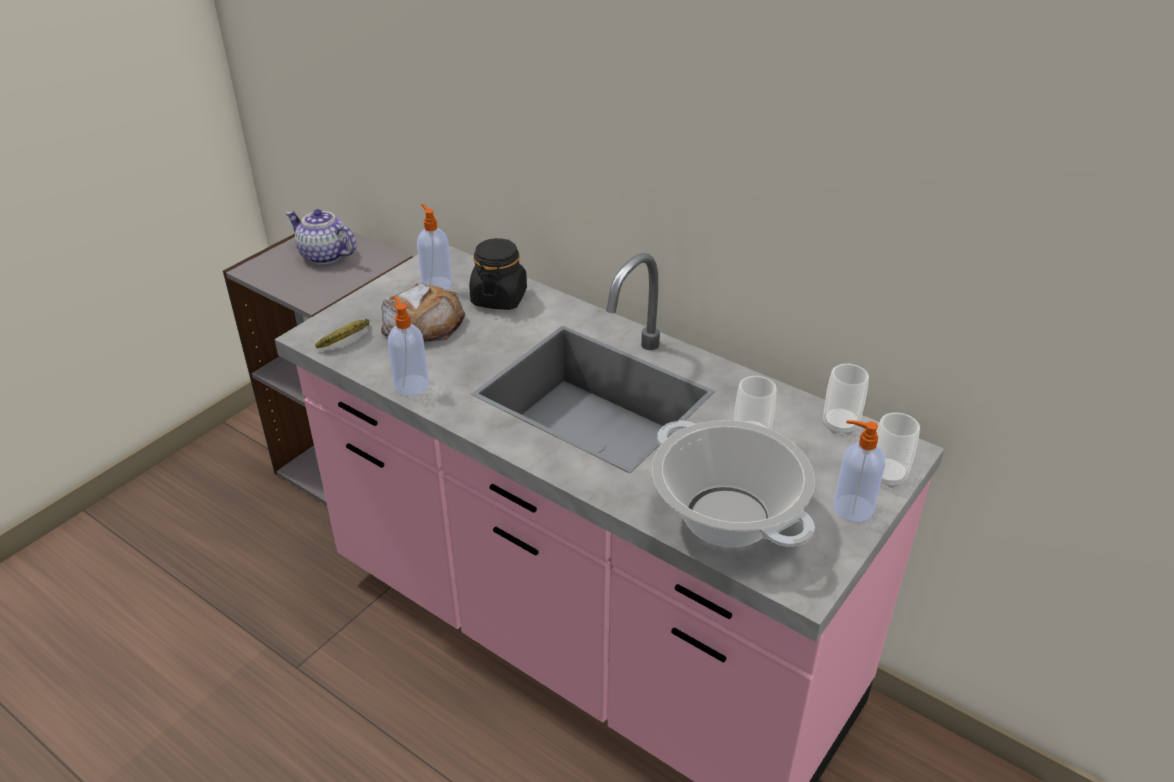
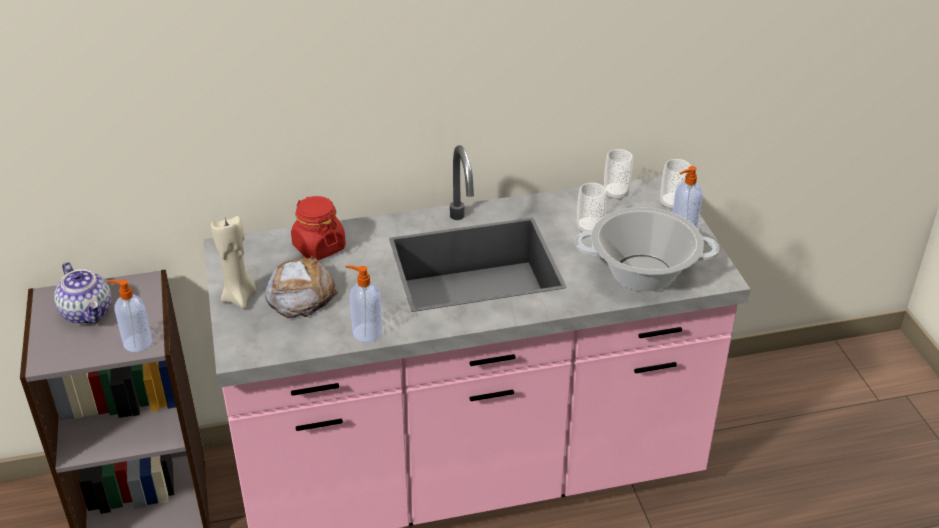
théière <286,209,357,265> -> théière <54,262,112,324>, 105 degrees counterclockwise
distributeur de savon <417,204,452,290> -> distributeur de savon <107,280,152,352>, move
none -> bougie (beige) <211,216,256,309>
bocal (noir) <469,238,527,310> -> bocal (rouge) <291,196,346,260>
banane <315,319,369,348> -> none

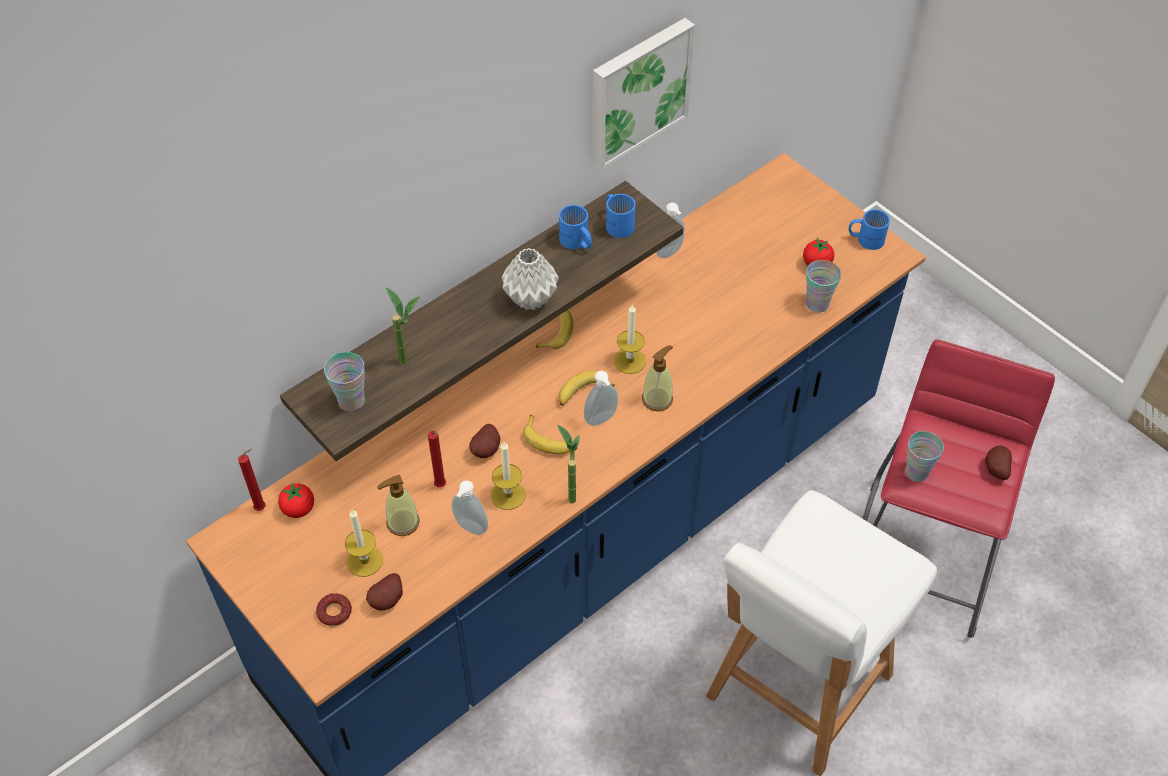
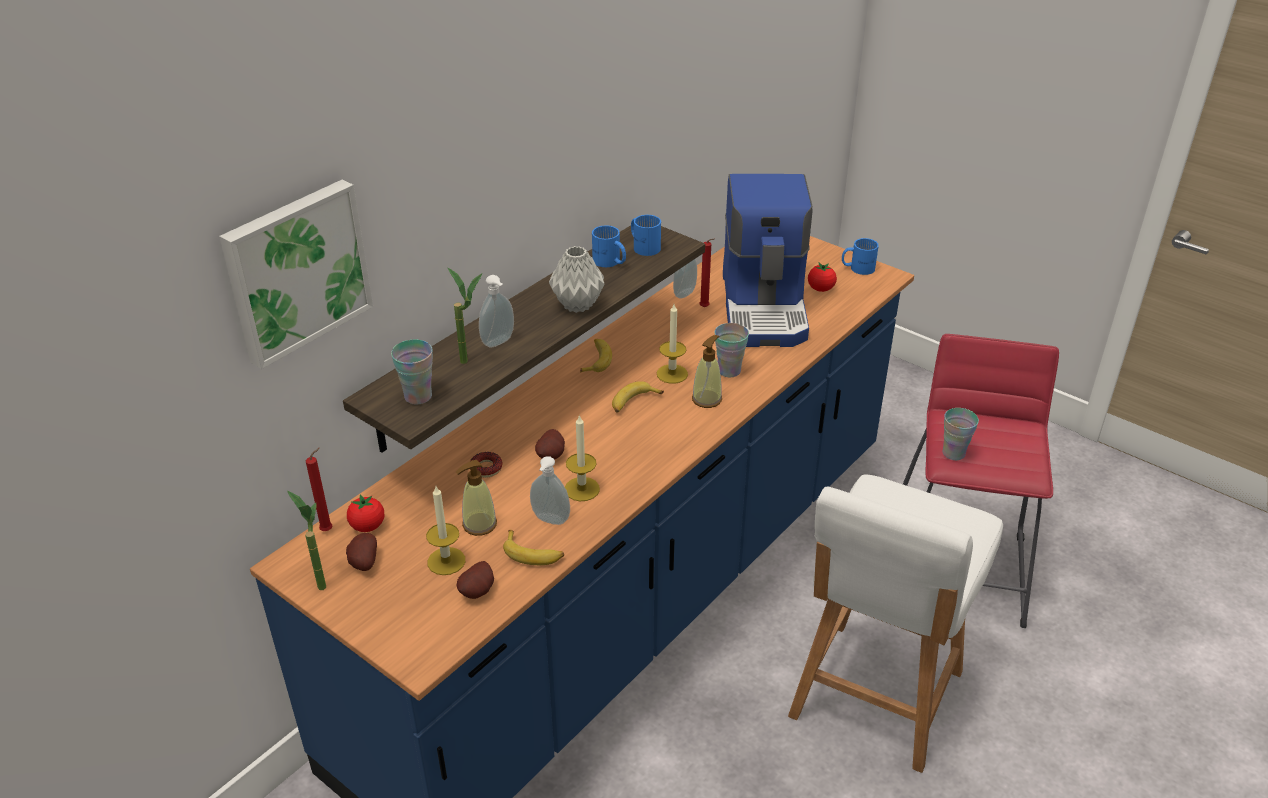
tableau <592,18,695,170> -> tableau <219,180,373,369>, move
plante en pot <557,425,580,503> -> plante en pot <287,491,326,590>, move
pomme de terre <985,446,1012,480> -> pomme de terre <346,533,377,571>, move
beignet <316,593,352,626> -> beignet <470,452,503,478>, move
distributeur de savon <584,371,618,426> -> distributeur de savon <479,275,514,348>, move
banane <523,415,570,454> -> banane <503,530,564,565>, move
bougie (rouge) <428,431,446,488> -> bougie (rouge) <700,239,714,307>, move
tasse <806,260,841,312> -> tasse <715,323,749,377>, move
none -> machine à café <723,174,813,347>

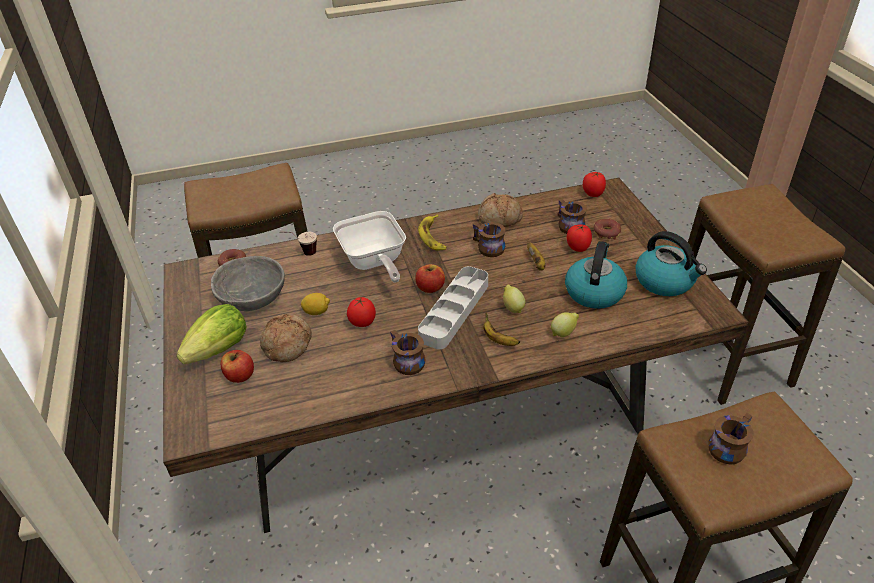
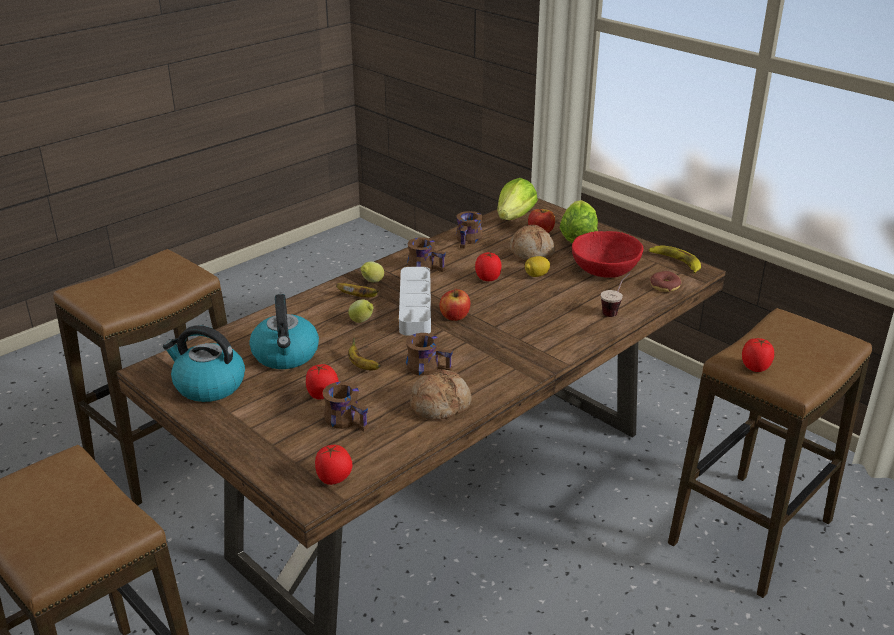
citron <551,312,579,337> -> citron <361,261,384,282>, move
mug (marron) <708,413,754,465> -> mug (marron) <456,211,483,249>, move
none -> laitue <497,178,538,220>
bol (gris) <211,256,285,311> -> bol (rouge) <572,231,644,278>
banane <418,215,447,250> -> banane <649,245,701,274>, move
none -> tomate <742,338,774,372>
poêle <333,211,406,283> -> none
beignet <594,219,621,240> -> none

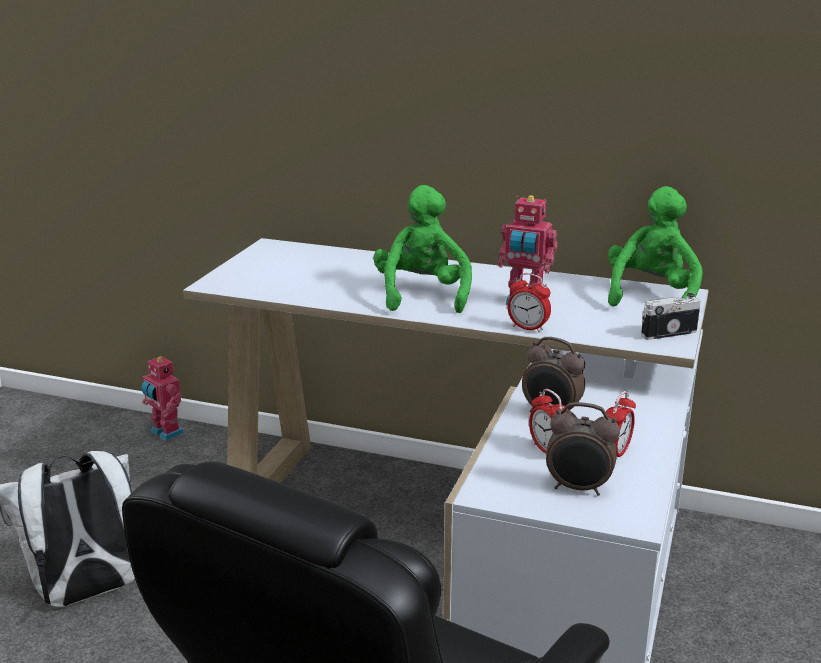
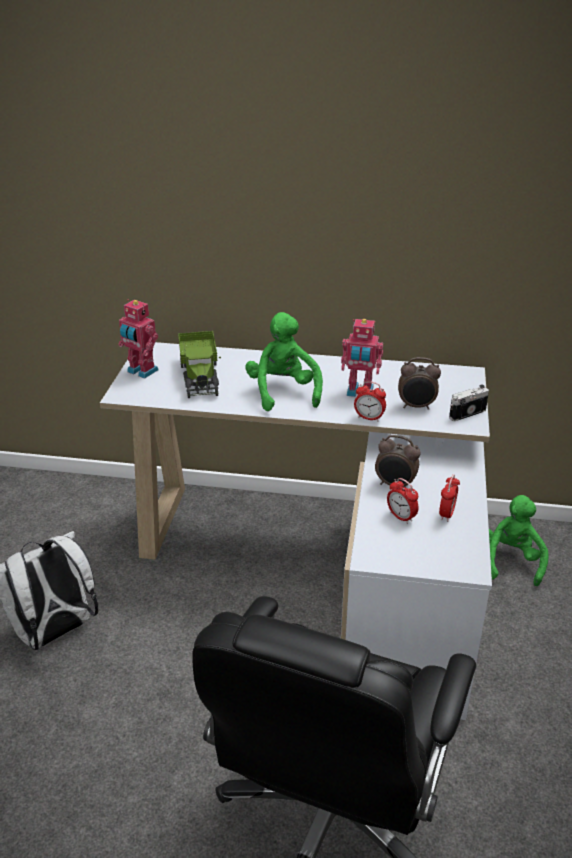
robot jouet <141,355,184,441> -> robot jouet <118,299,158,379>, move
none -> camion jouet <178,331,221,398>
réveil <546,402,620,496> -> réveil <398,357,441,410>, move
peluche (vert) <608,186,703,306> -> peluche (vert) <489,495,549,586>, move

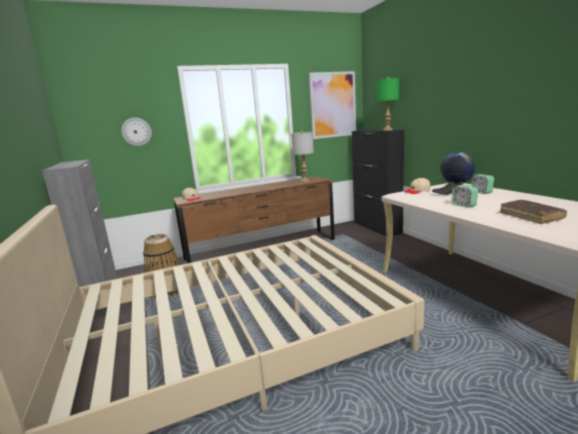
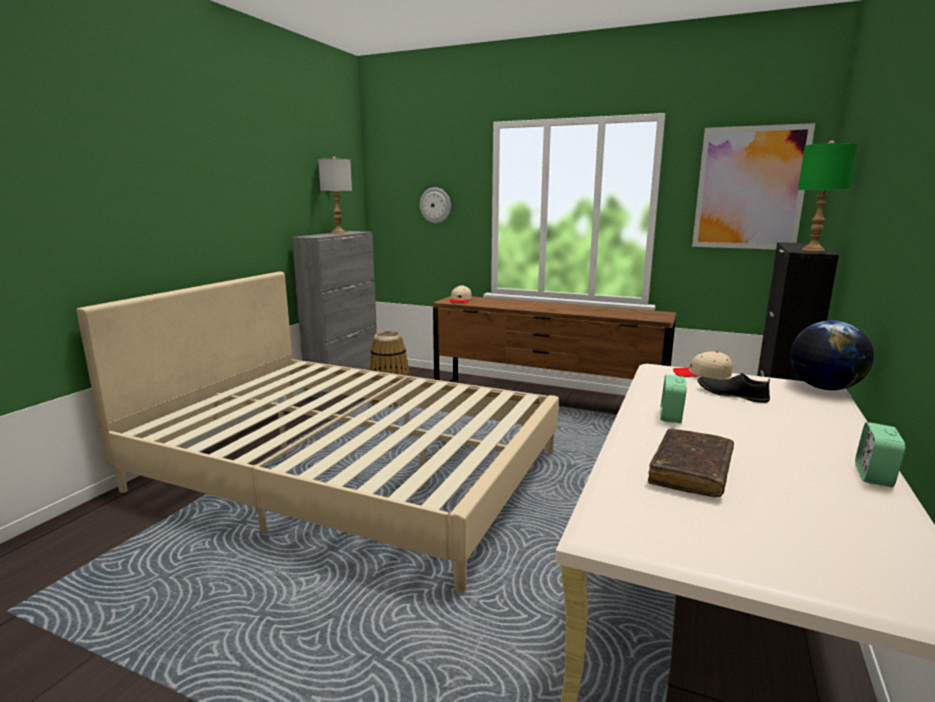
lampe de table (gris) <291,131,314,182> -> lampe de table (gris) <318,157,352,234>, move
réveil <471,174,494,194> -> réveil <855,422,905,487>, move

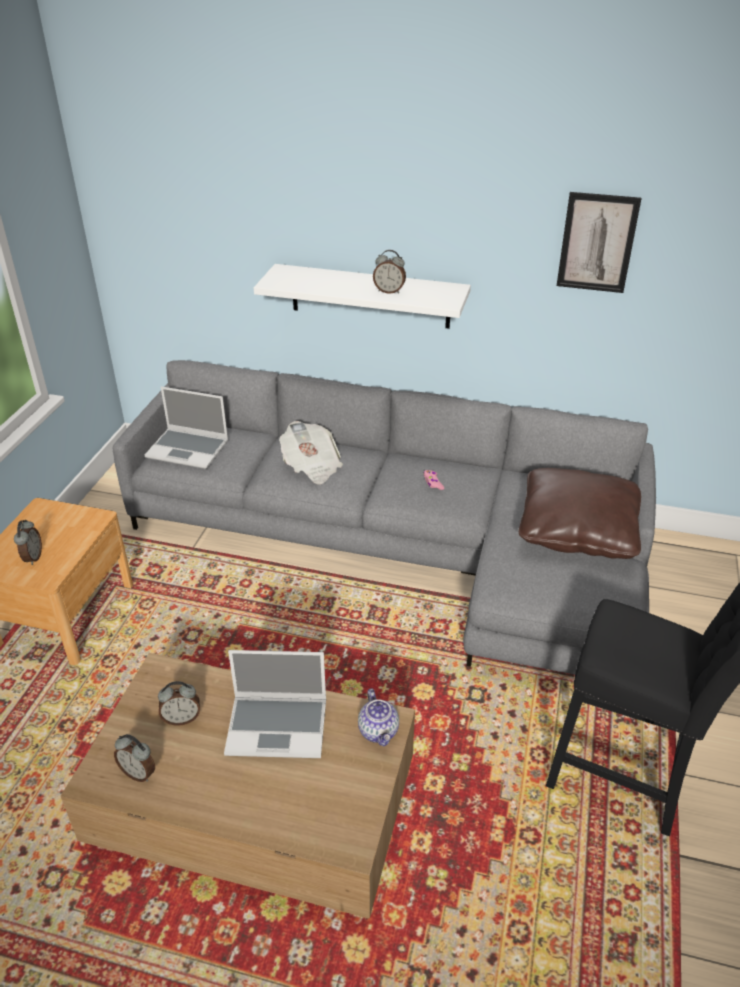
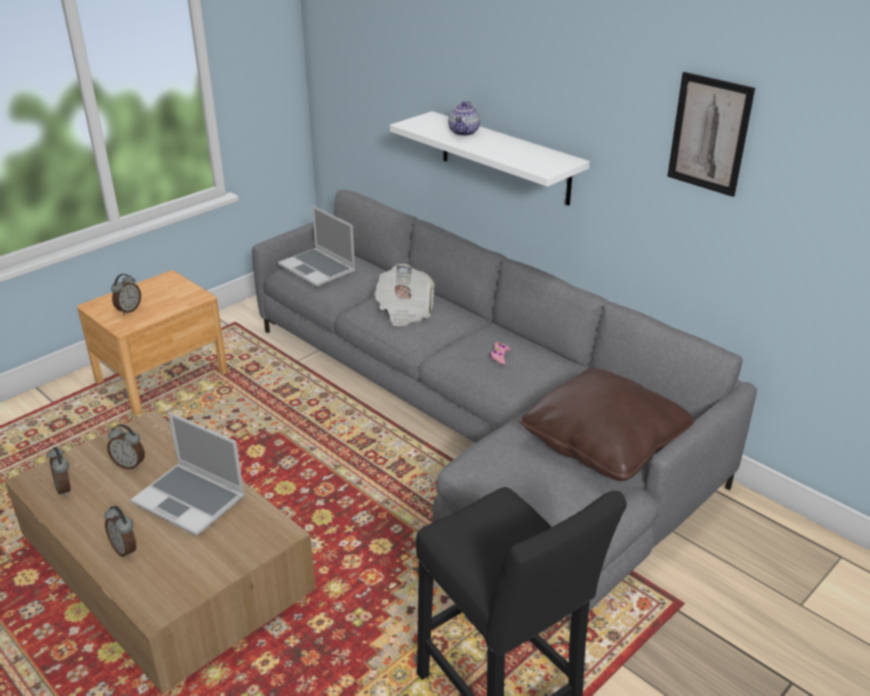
réveil <373,250,406,294> -> réveil <104,506,136,558>, move
théière <358,688,399,746> -> théière <448,101,480,136>, move

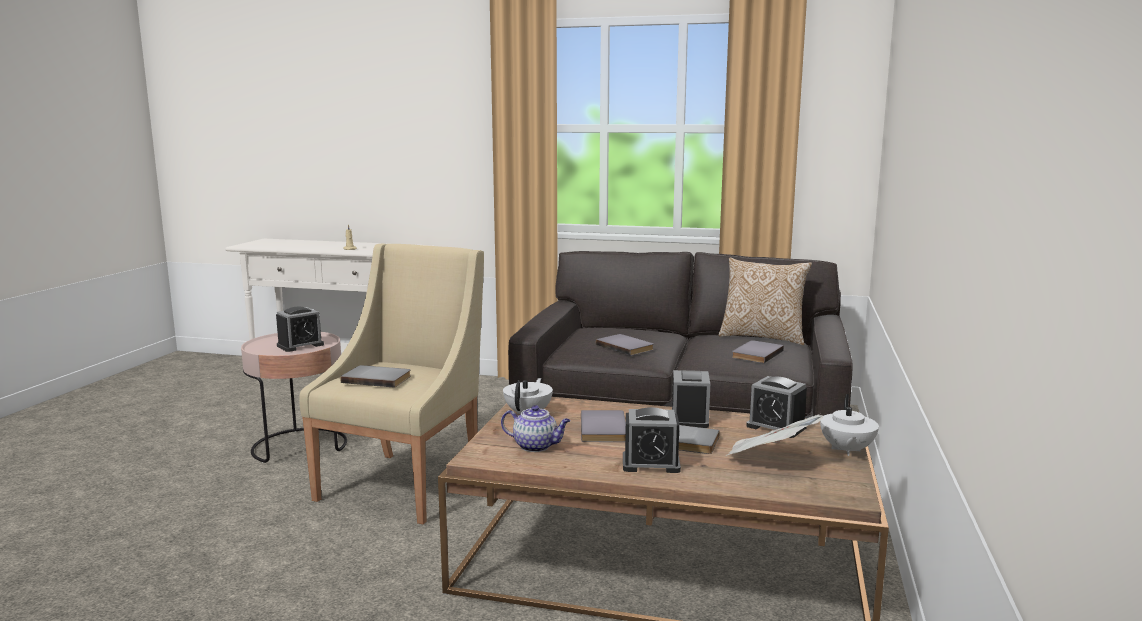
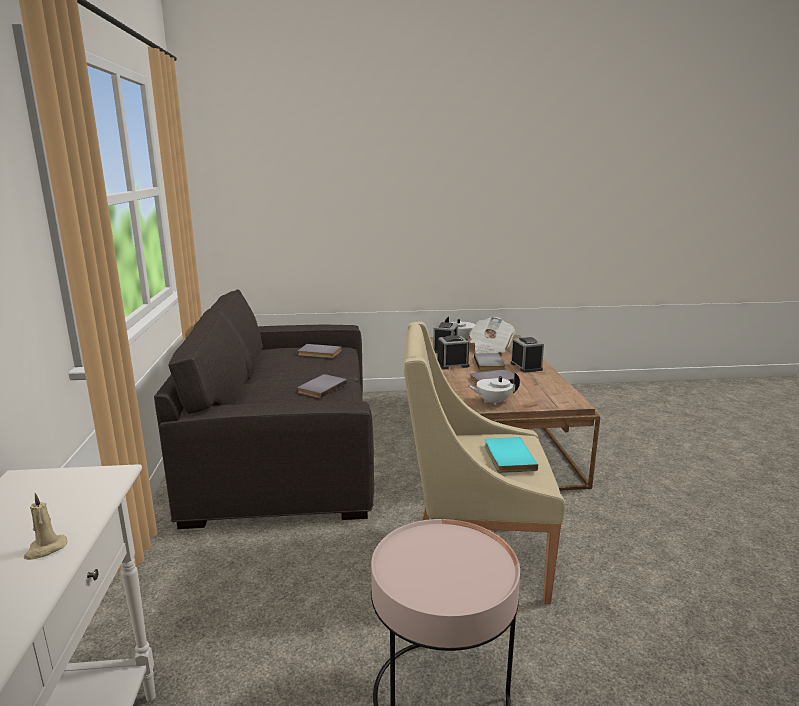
livre (gris) <340,365,411,388> -> livre (turquoise) <484,437,538,473>
réveil <276,307,324,352> -> none
théière <501,405,571,452> -> none
coussin <719,258,812,345> -> none

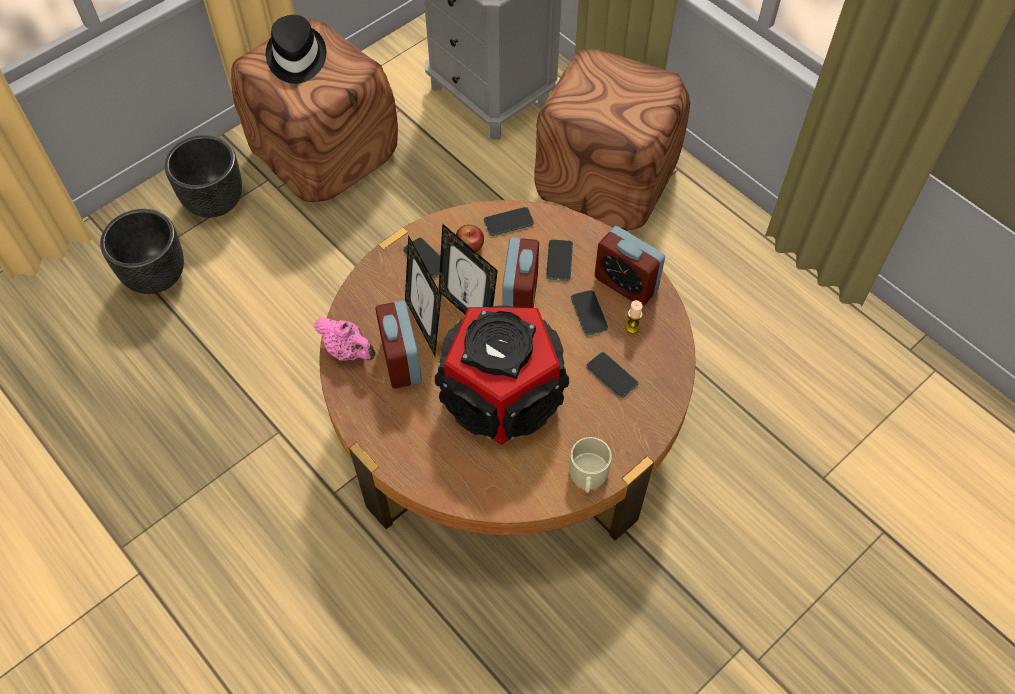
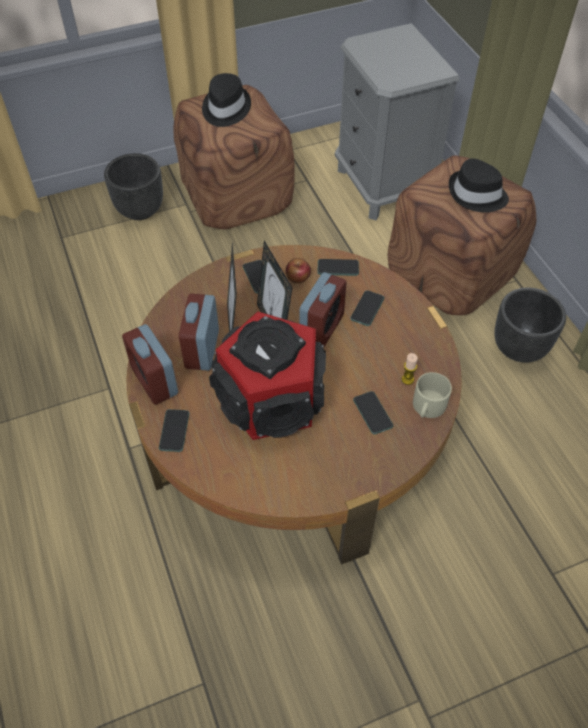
réveil <595,226,665,306> -> réveil <122,324,178,405>, move
téléphone <571,290,608,335> -> téléphone <159,409,189,452>, move
mug (beige) <569,437,612,493> -> mug (beige) <413,372,452,418>, move
none -> chapeau (noir) <449,158,509,212>
cache-pot (noir) <100,209,184,294> -> cache-pot (noir) <494,288,566,362>, move
théière (rose) <314,317,375,361> -> none

